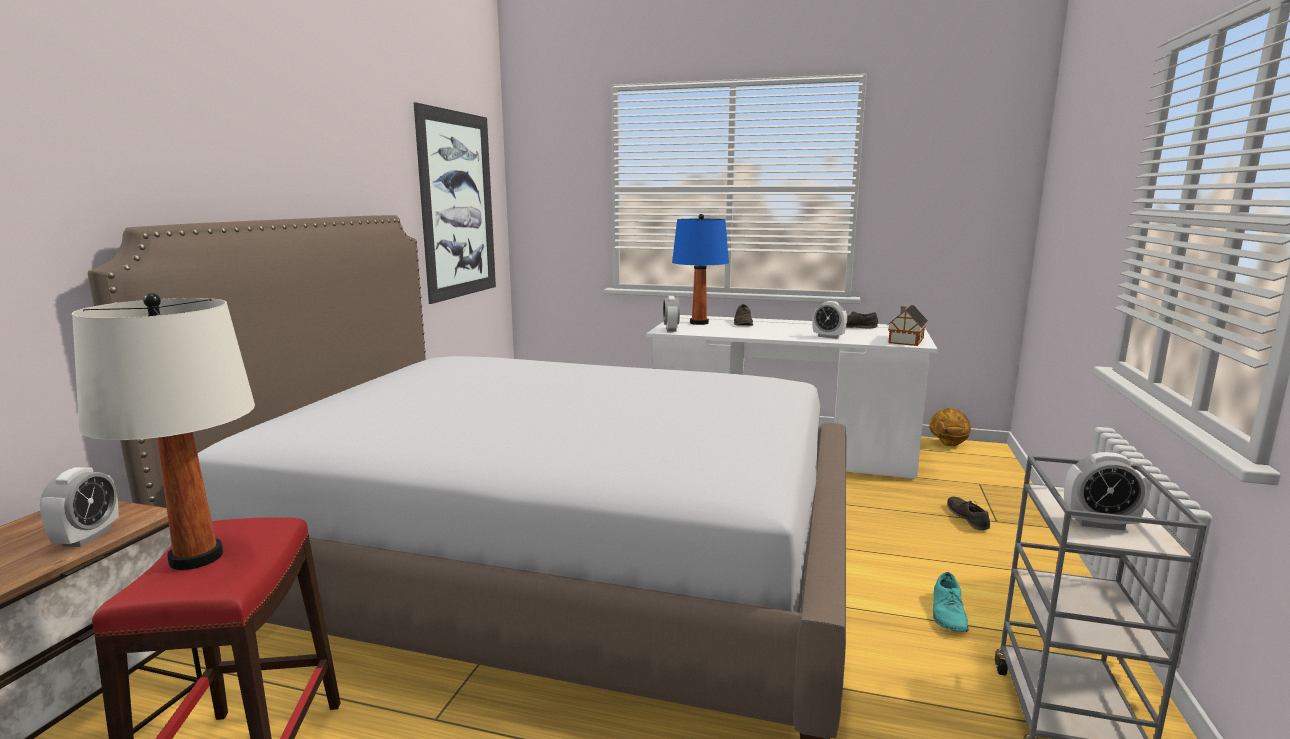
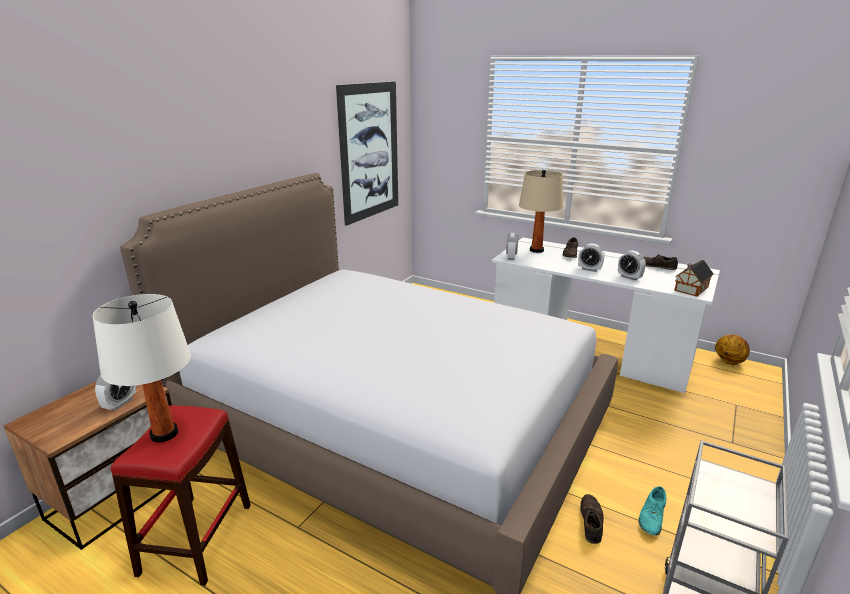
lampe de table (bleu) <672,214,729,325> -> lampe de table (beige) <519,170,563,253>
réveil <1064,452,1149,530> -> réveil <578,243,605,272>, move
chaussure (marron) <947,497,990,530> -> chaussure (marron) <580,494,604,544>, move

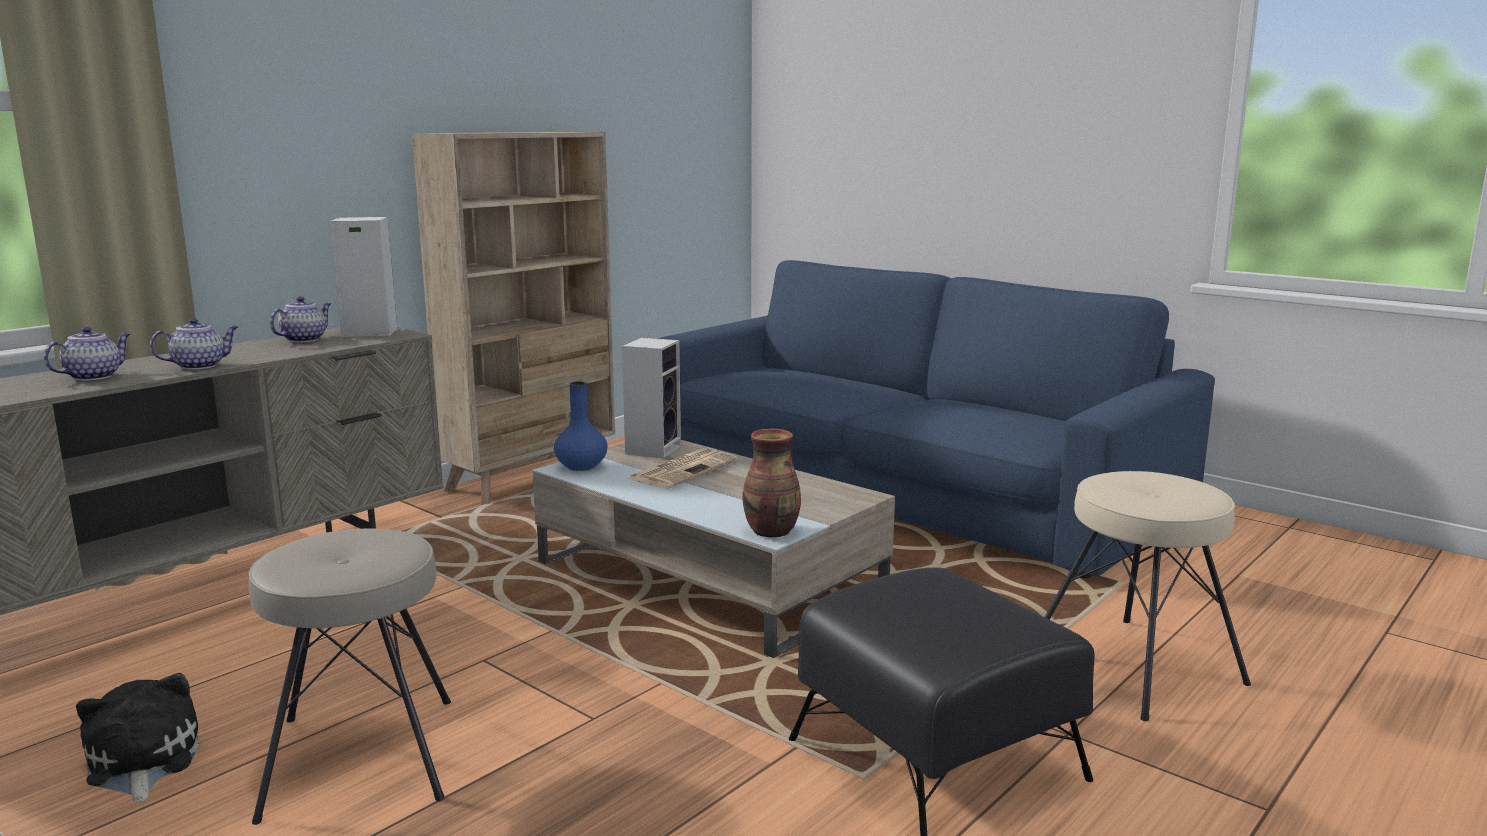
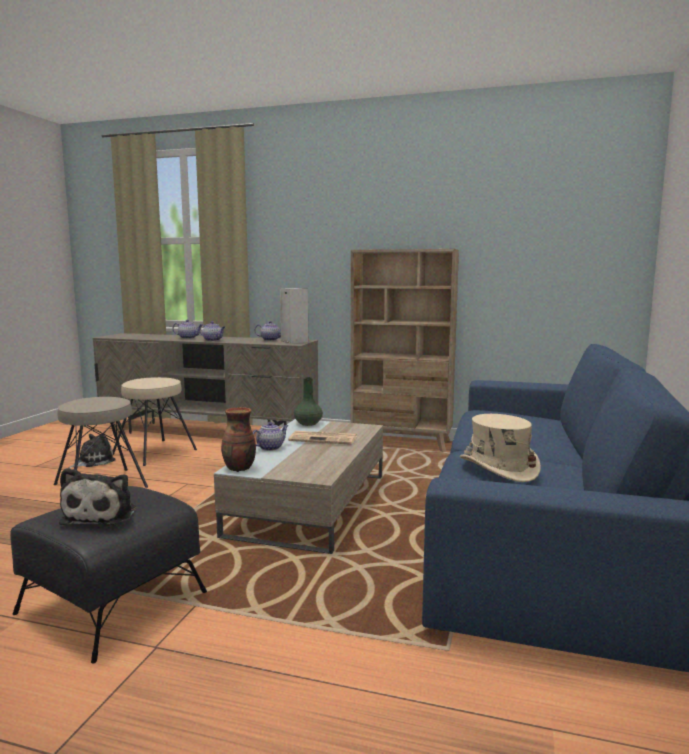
none -> peluche <59,468,136,526>
tabouret (beige) <1045,471,1251,721> -> tabouret (beige) <113,377,197,466>, move
none -> théière <253,422,289,451>
vase (bleu) <554,381,608,471> -> vase (vert) <294,377,323,426>
none -> chapeau (beige) <460,414,541,482>
enceinte <622,338,681,459> -> none

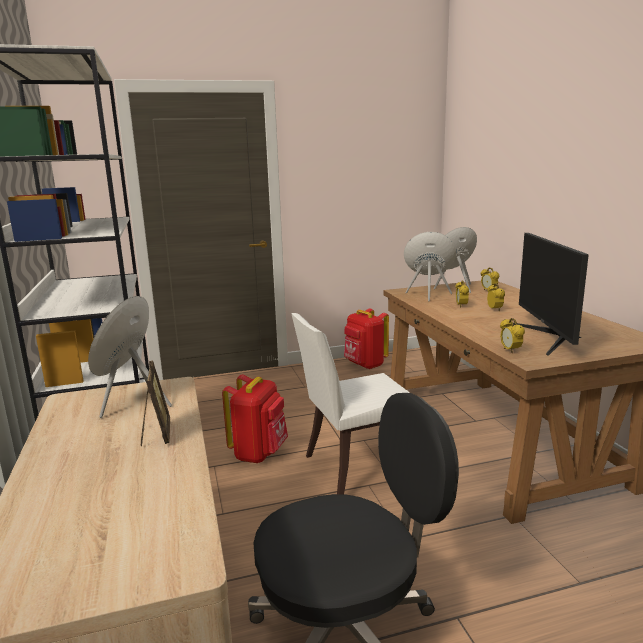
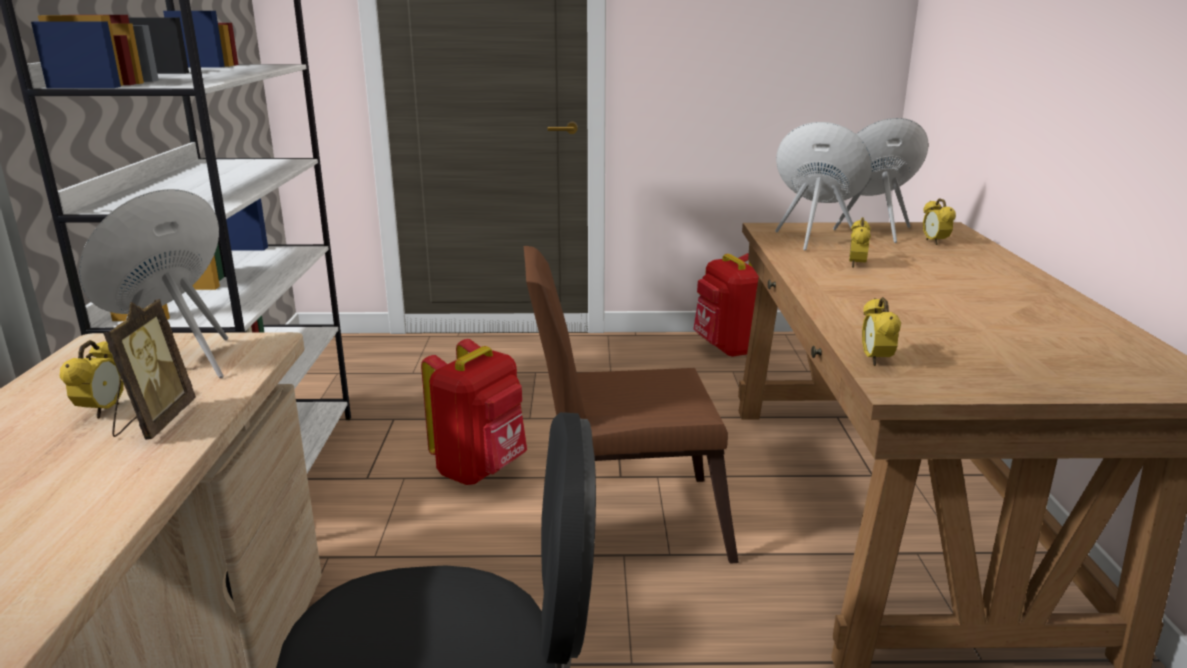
réveil <487,283,505,311> -> réveil <60,340,124,419>, move
chaise (blanc) <291,313,410,495> -> chaise (marron) <524,246,739,564>
écran d'ordinateur <513,233,589,356> -> none

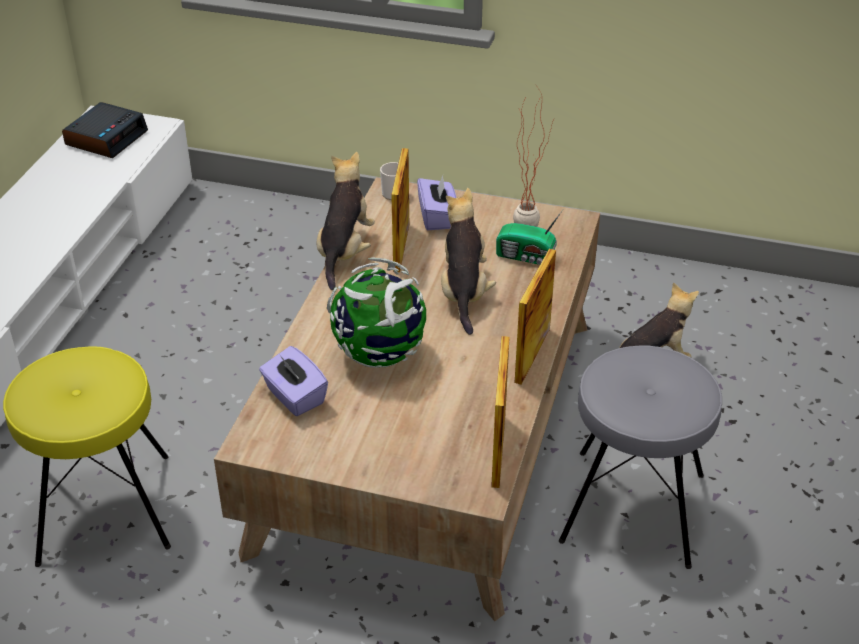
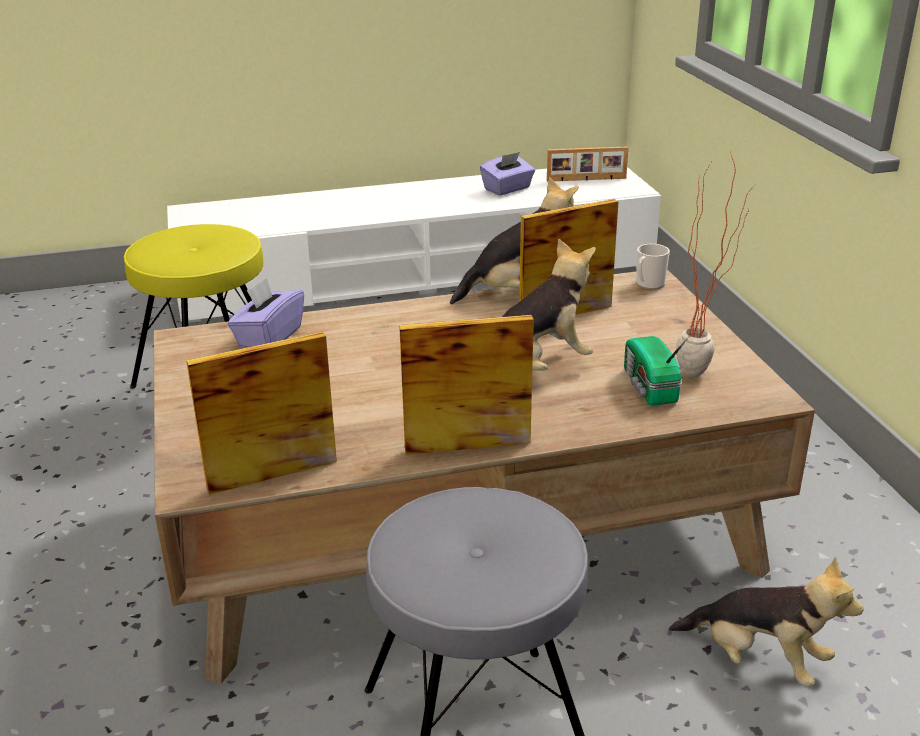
boîte à mouchoirs (violet) <417,176,457,230> -> boîte à mouchoirs (violet) <480,152,535,196>, move
réveil <62,102,148,158> -> cadre photo <547,146,628,182>
globe <327,257,426,367> -> none

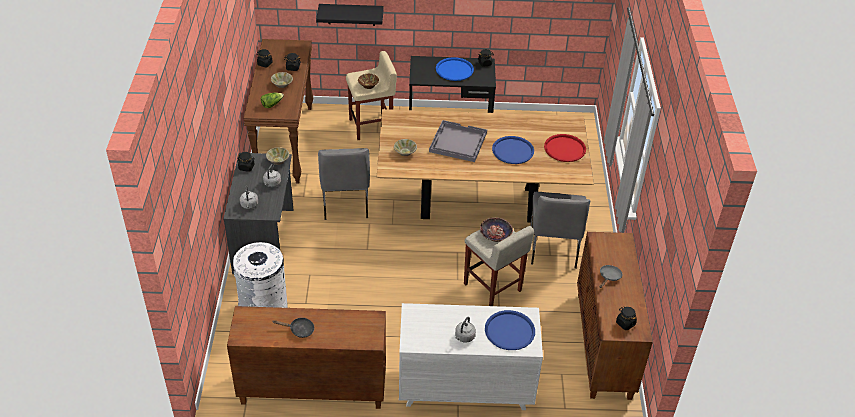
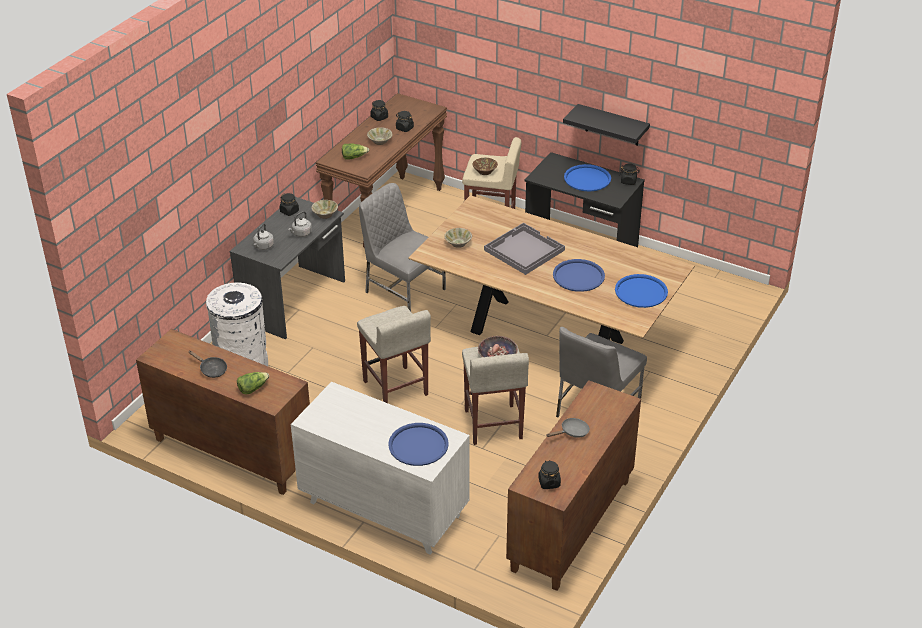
none -> laitue <237,372,269,395>
none -> tabouret (beige) <357,306,431,403>
chaise (gris) <318,148,370,220> -> chaise (gris) <359,183,446,311>, 105 degrees clockwise
étagère (noir) <316,4,384,26> -> étagère (noir) <563,104,650,146>, move
plateau (rouge) <544,134,586,162> -> plateau (bleu) <615,274,668,308>
bouilloire (gris) <455,317,476,343> -> none

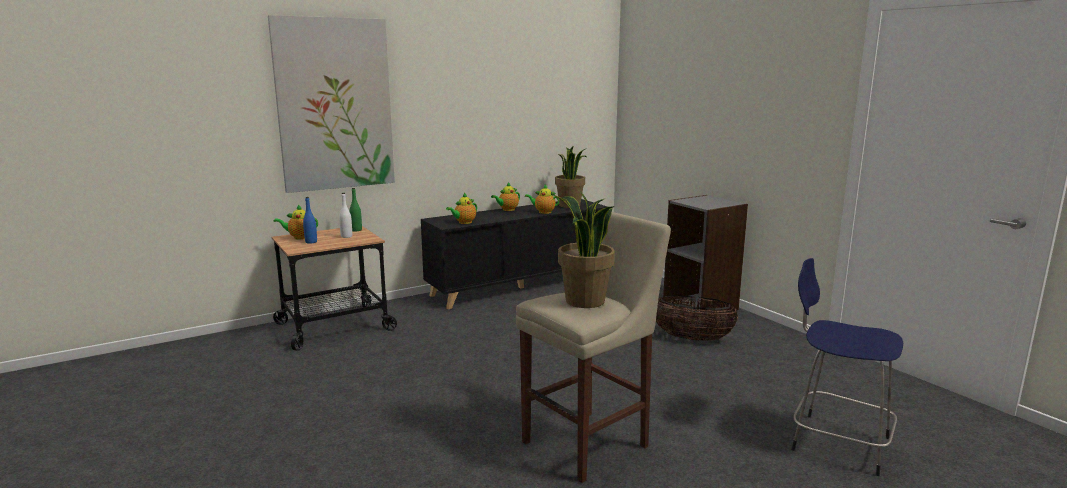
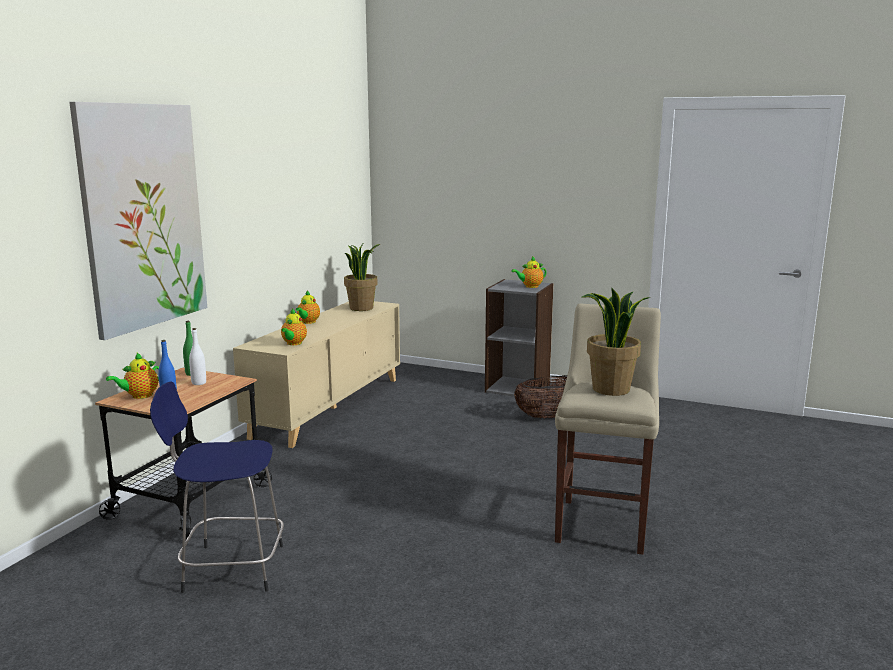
tabouret (bleu) <791,258,903,476> -> tabouret (bleu) <150,381,284,593>, move
meuble de rangement (noir) <421,199,608,309> -> meuble de rangement (beige) <233,301,400,448>
théière <525,185,559,214> -> théière <511,256,547,288>, move

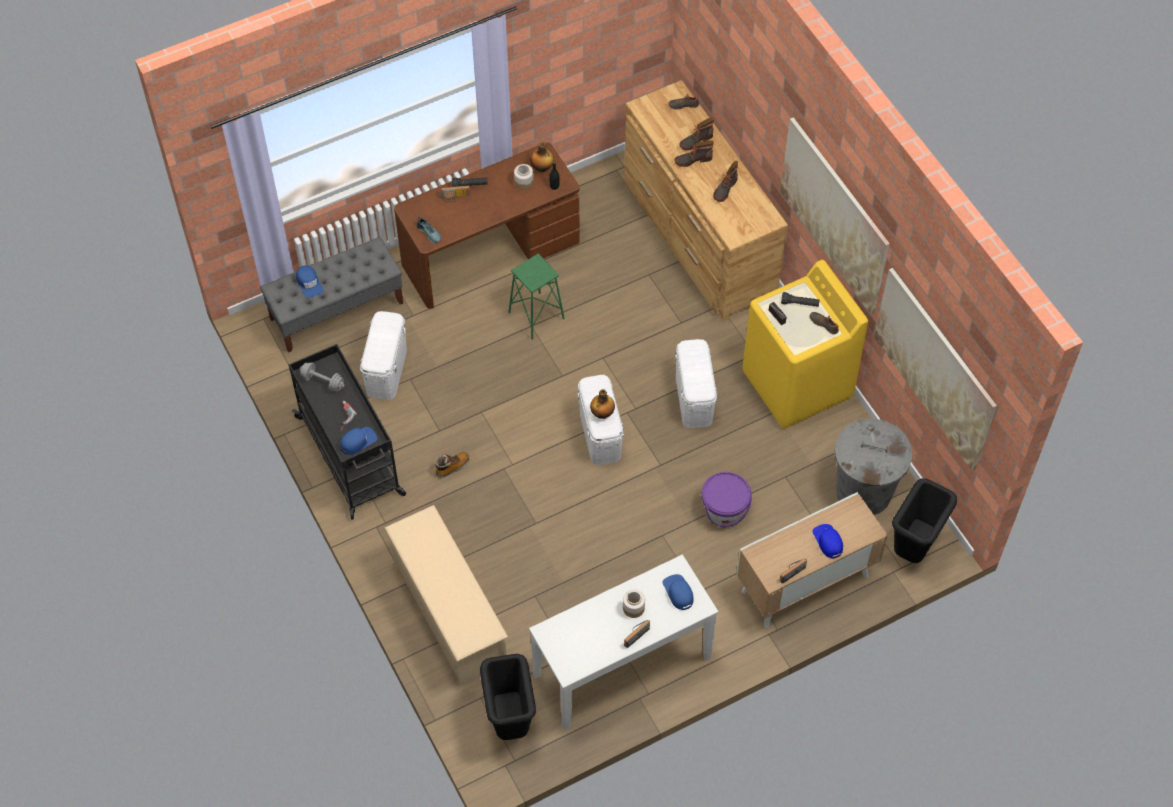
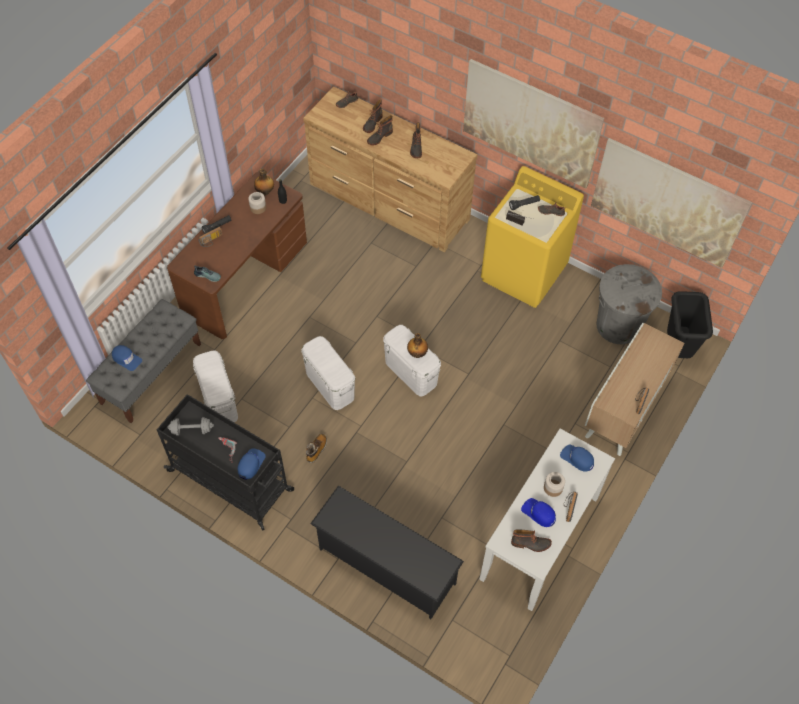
boîte de rangement (blanc) <675,339,717,428> -> boîte de rangement (blanc) <301,336,355,410>, move
étagère à chaussures (beige) <384,505,508,686> -> étagère à chaussures (noir) <310,486,464,619>
none -> botte <511,529,552,552>
casquette (bleu) <812,524,843,559> -> casquette (bleu) <521,498,556,527>, move
poubelle (noir) <480,654,536,740> -> none
tabouret (vert) <508,253,565,340> -> none
seau (violet) <701,472,752,527> -> none

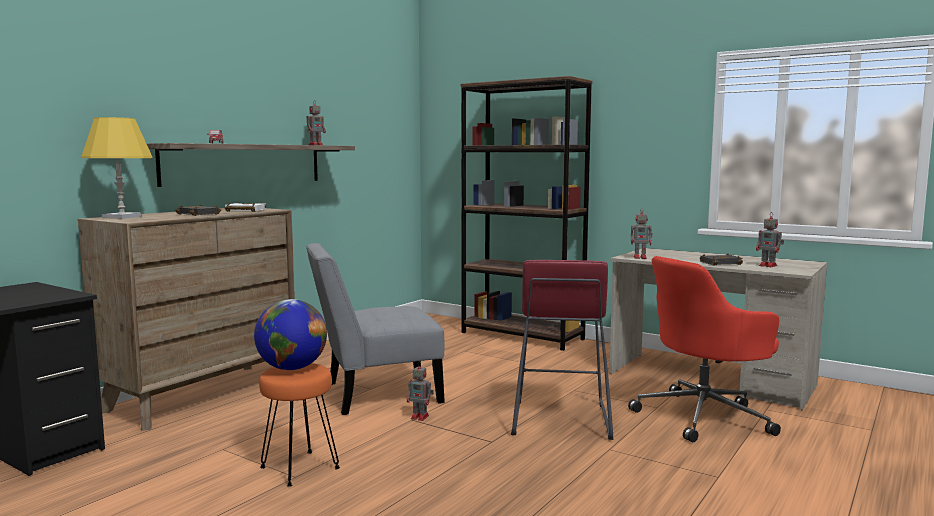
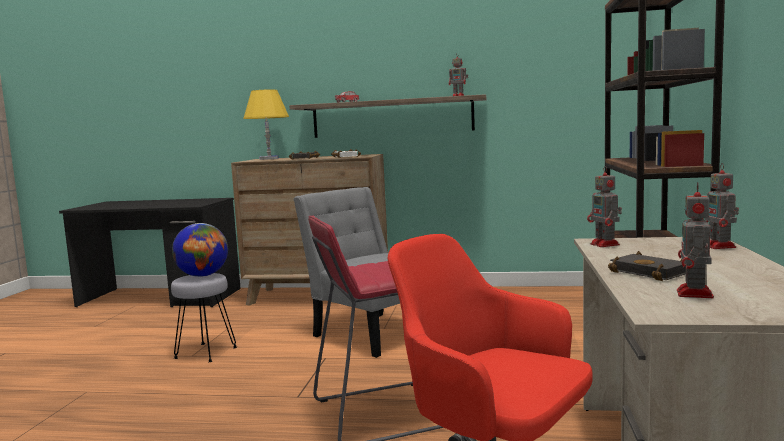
tabouret (orange) <259,363,340,487> -> tabouret (gris) <171,273,237,362>
robot jouet <407,361,434,421> -> robot jouet <702,163,739,249>, move

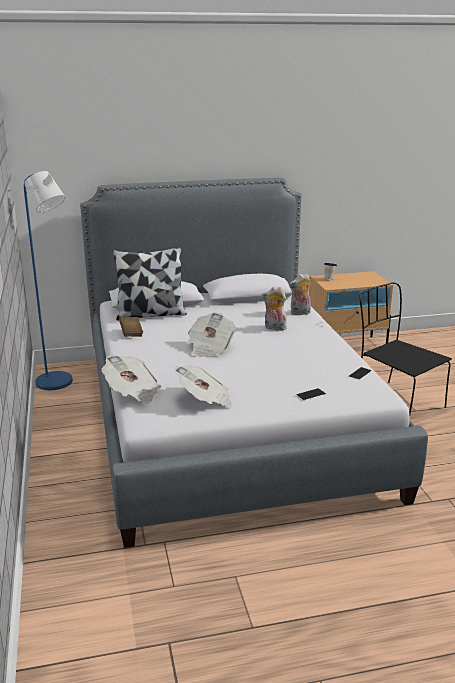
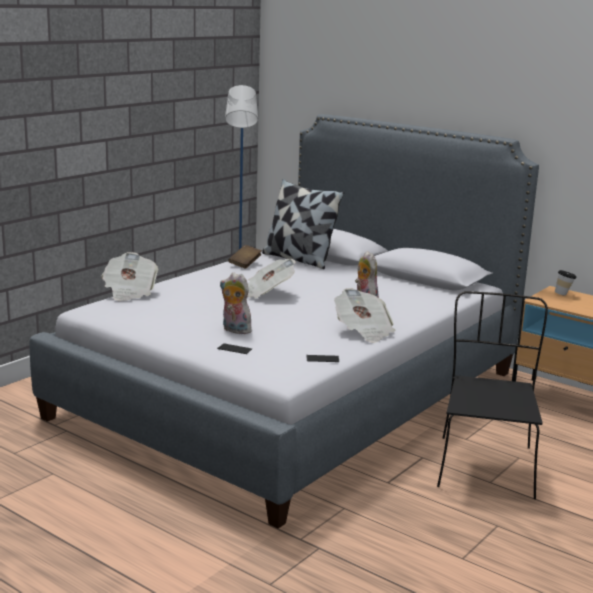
peluche <289,273,311,315> -> peluche <220,273,252,334>, move
journal <175,365,232,407> -> journal <334,288,395,343>, move

